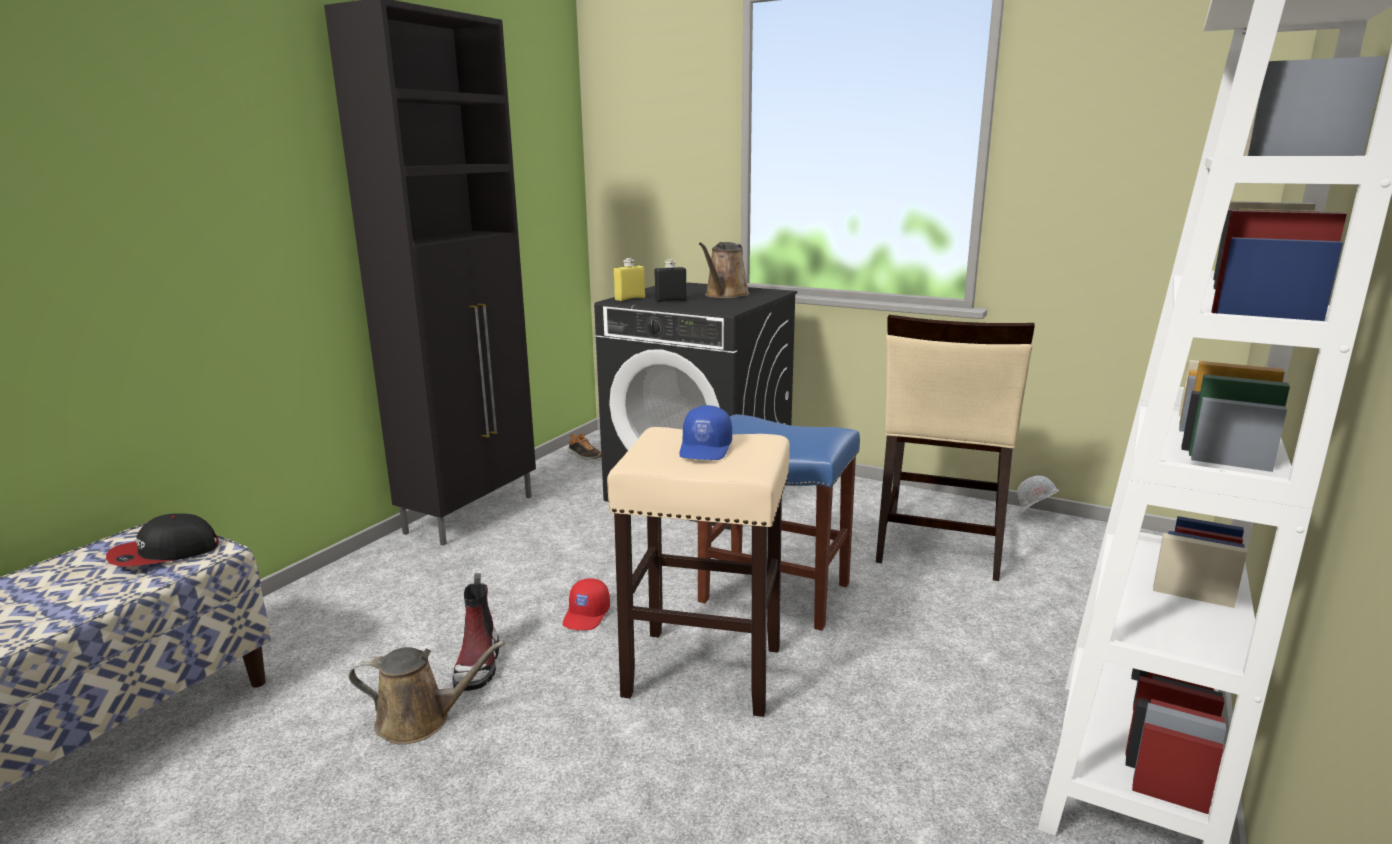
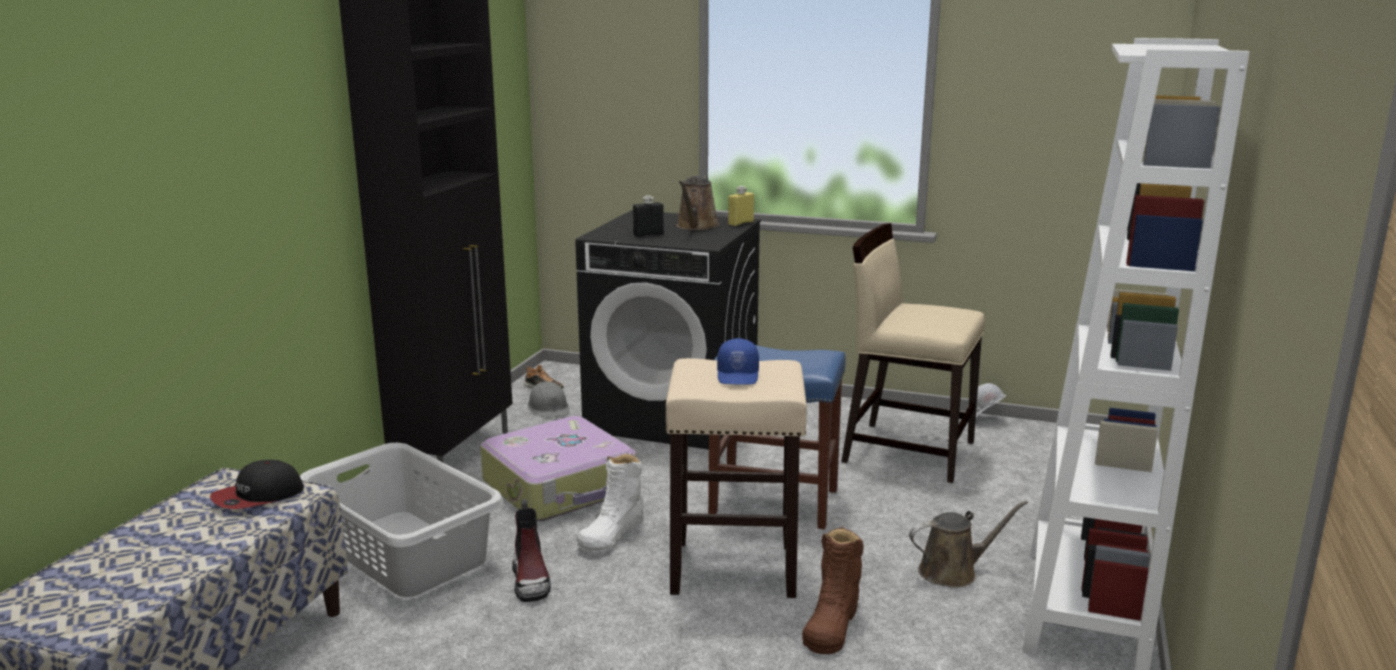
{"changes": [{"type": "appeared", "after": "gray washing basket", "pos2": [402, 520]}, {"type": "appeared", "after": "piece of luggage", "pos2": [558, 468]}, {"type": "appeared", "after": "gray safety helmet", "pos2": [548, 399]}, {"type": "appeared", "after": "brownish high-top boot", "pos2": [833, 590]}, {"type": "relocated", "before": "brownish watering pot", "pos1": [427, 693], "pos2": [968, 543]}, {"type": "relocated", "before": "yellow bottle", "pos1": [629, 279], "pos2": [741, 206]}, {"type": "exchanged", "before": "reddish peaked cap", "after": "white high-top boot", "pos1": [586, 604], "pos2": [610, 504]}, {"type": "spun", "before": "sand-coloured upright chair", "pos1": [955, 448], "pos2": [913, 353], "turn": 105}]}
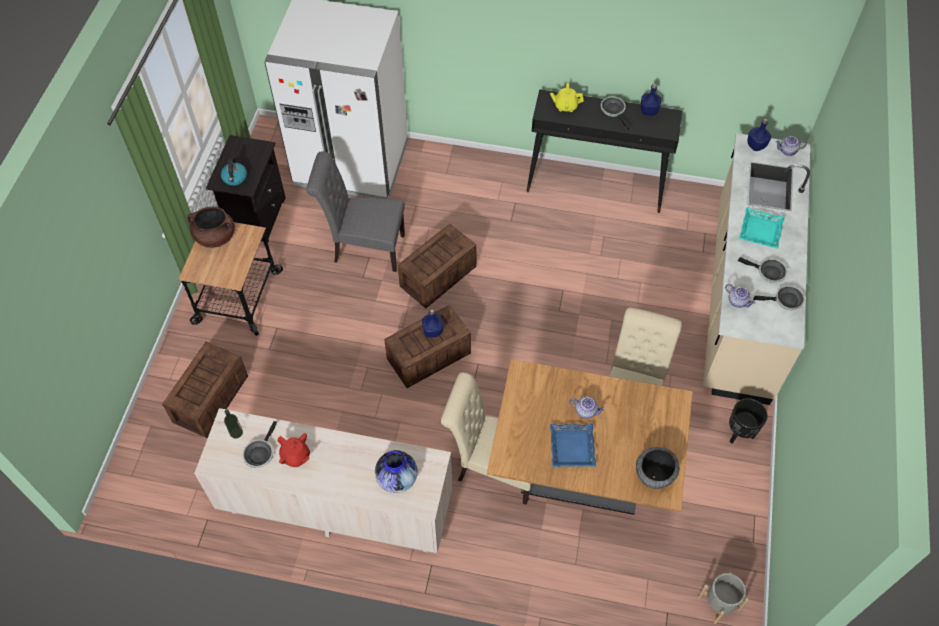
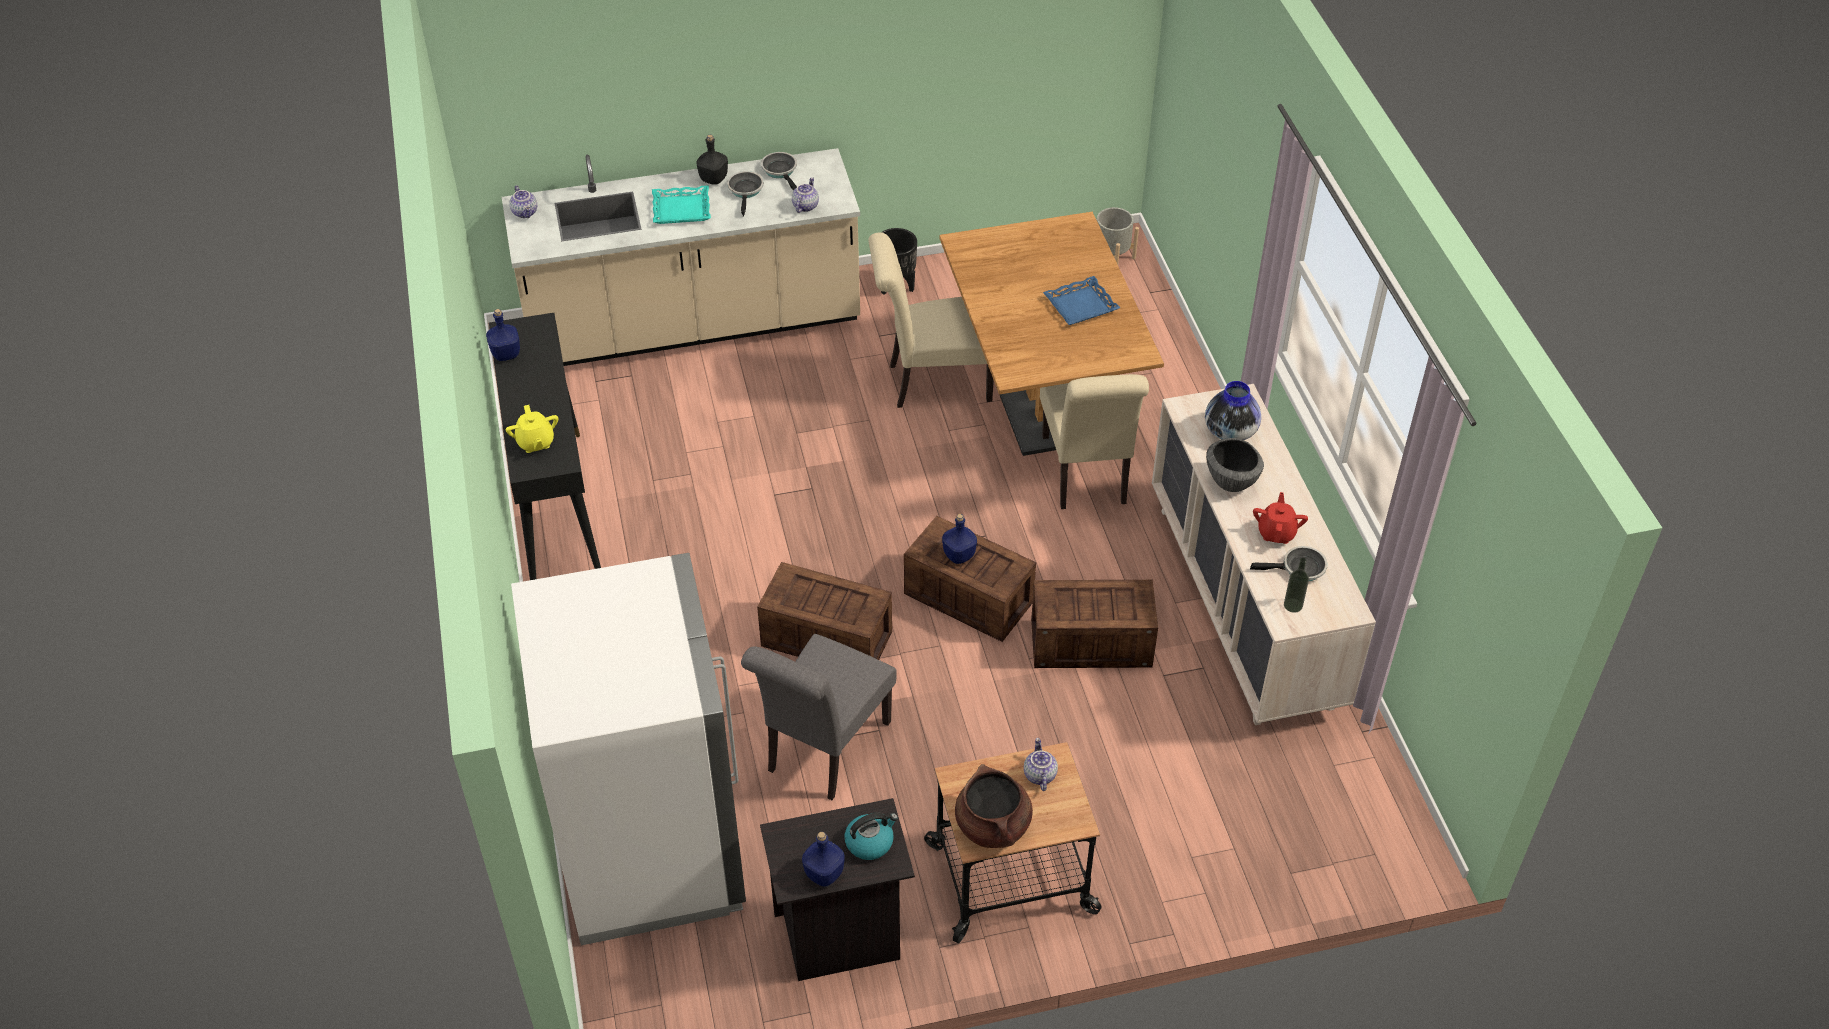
{"changes": [{"type": "missing", "before": "frying pan", "pos1": [615, 113]}, {"type": "appeared", "after": "black bottle", "pos2": [712, 160]}, {"type": "relocated", "before": "packing crate", "pos1": [205, 390], "pos2": [1094, 624]}, {"type": "relocated", "before": "tea pot", "pos1": [587, 407], "pos2": [1041, 764]}, {"type": "relocated", "before": "serving bowl", "pos1": [657, 468], "pos2": [1235, 465]}, {"type": "relocated", "before": "blue-coloured bottle", "pos1": [759, 135], "pos2": [823, 859]}, {"type": "spun", "before": "gray upright chair", "pos1": [355, 211], "pos2": [819, 717], "turn": 45}]}
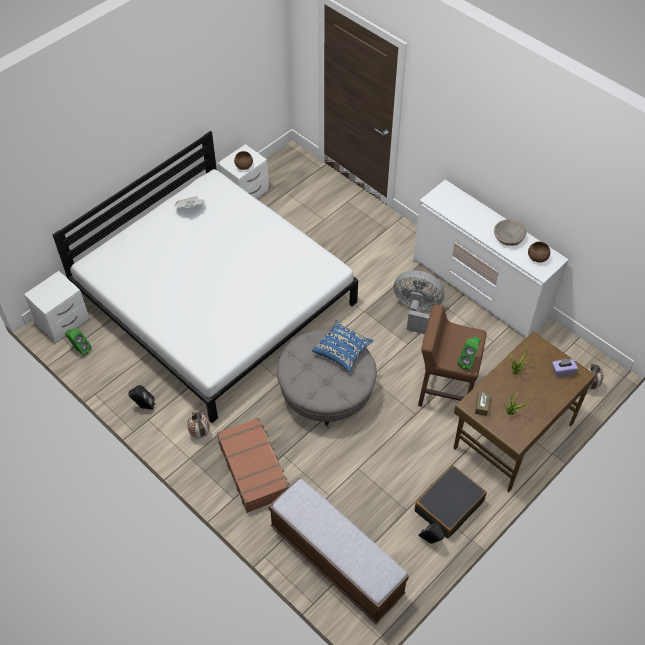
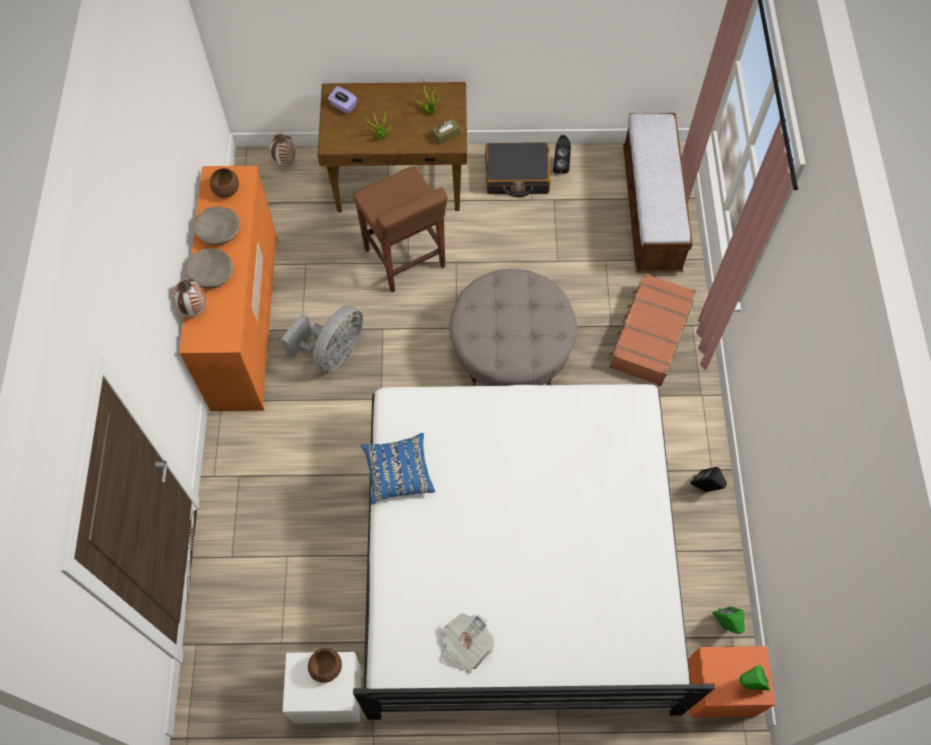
{"changes": [{"type": "appeared", "after": "sand-coloured serving bowl", "pos2": [209, 268]}, {"type": "relocated", "before": "vase", "pos1": [198, 425], "pos2": [190, 297]}, {"type": "relocated", "before": "blue-coloured cushion", "pos1": [343, 346], "pos2": [398, 469]}, {"type": "relocated", "before": "green audio speaker", "pos1": [469, 354], "pos2": [754, 678]}, {"type": "colour", "before": "white bedside table", "after": "orange-coloured bedside table", "pos1": [56, 306], "pos2": [731, 682]}, {"type": "colour", "before": "white dresser", "after": "orange-coloured dresser", "pos1": [491, 258], "pos2": [228, 288]}, {"type": "spun", "before": "gray cooling fan", "pos1": [419, 302], "pos2": [322, 339], "turn": -120}]}
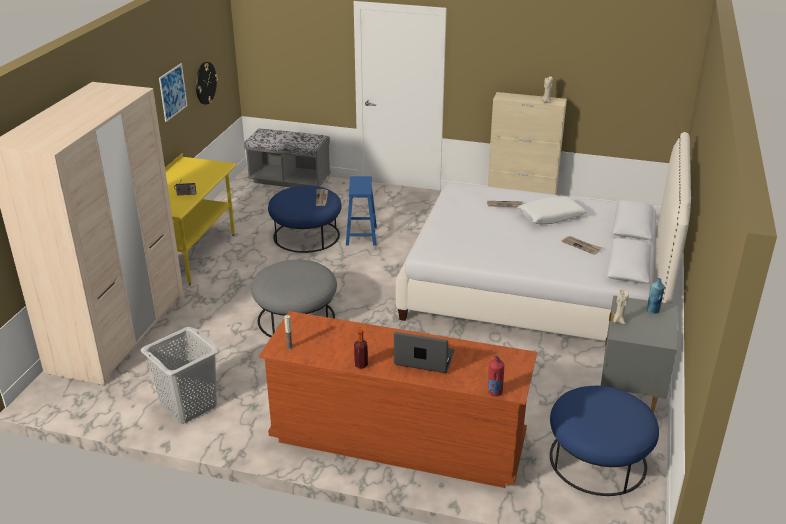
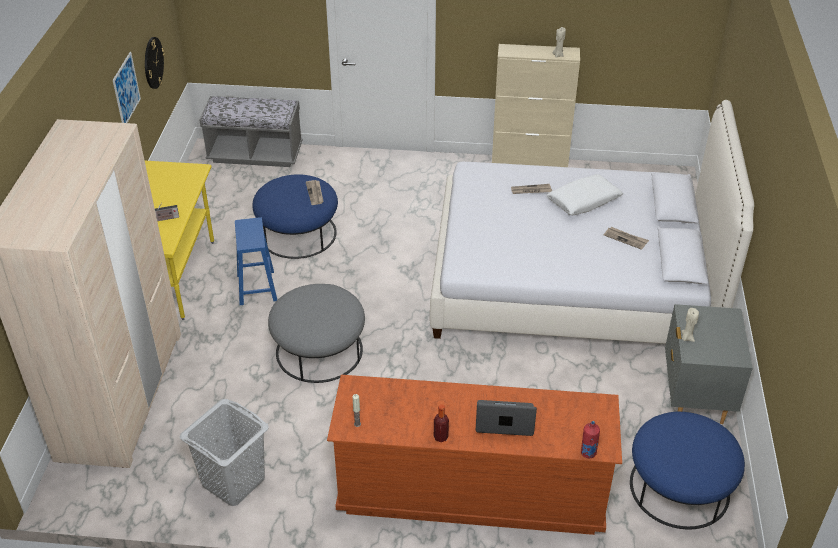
{"changes": [{"type": "missing", "before": "blue-coloured bottle", "pos1": [656, 296]}, {"type": "relocated", "before": "blue-coloured sitting stool", "pos1": [361, 211], "pos2": [256, 261]}]}
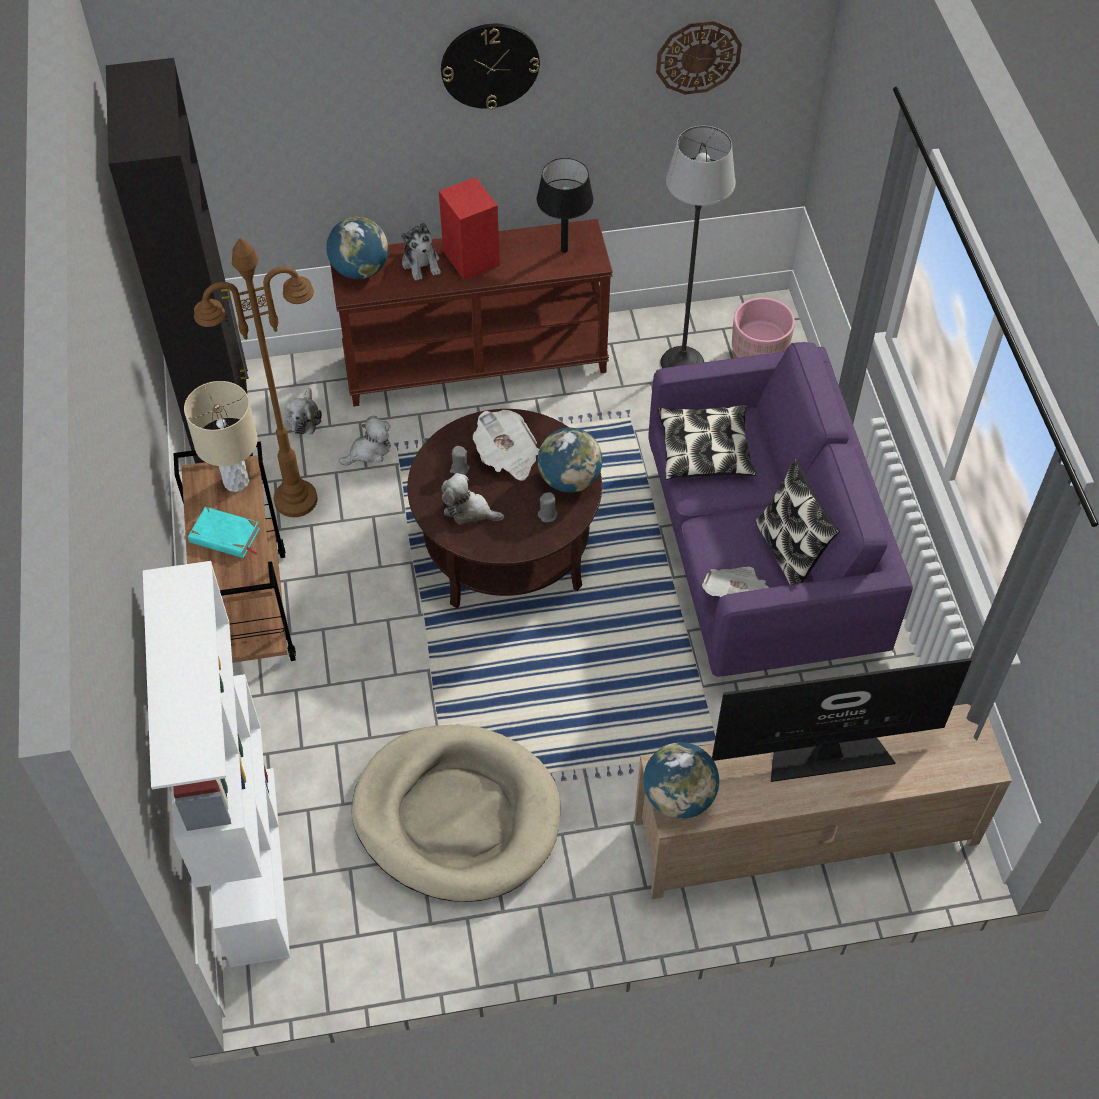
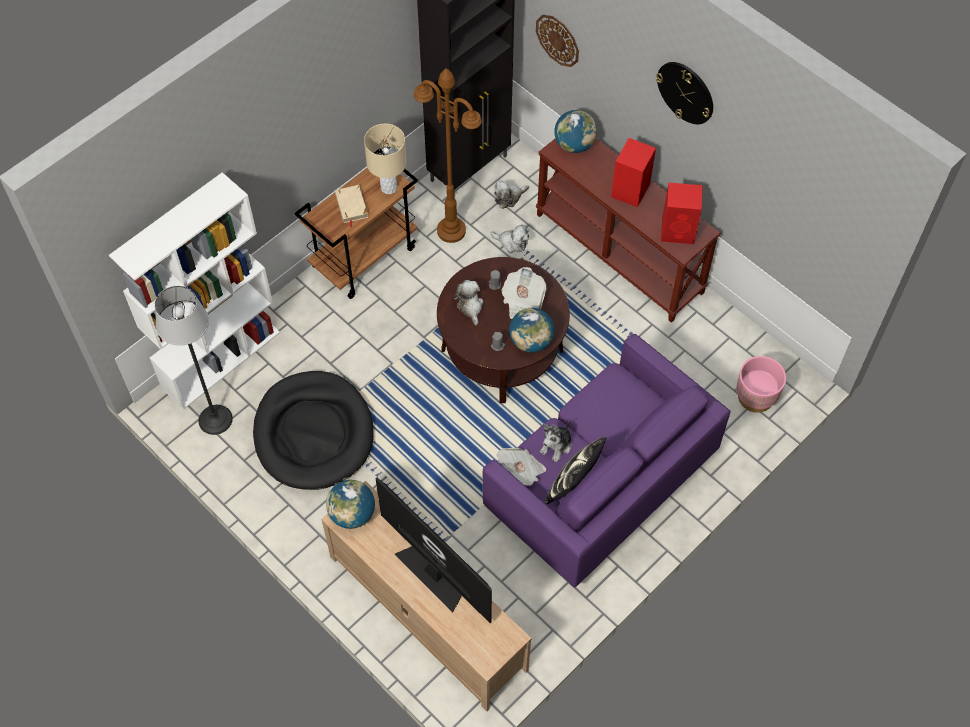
{"changes": [{"type": "missing", "before": "cushion", "pos1": [707, 442]}, {"type": "relocated", "before": "cuddly toy", "pos1": [421, 251], "pos2": [556, 441]}, {"type": "relocated", "before": "wall clock", "pos1": [699, 57], "pos2": [557, 41]}, {"type": "relocated", "before": "standing lamp", "pos1": [698, 247], "pos2": [194, 360]}, {"type": "exchanged", "before": "black tabletop lamp", "after": "reddish audio speaker", "pos1": [565, 205], "pos2": [682, 213]}, {"type": "colour", "before": "turquoise-coloured book", "after": "sand-coloured book", "pos1": [224, 532], "pos2": [351, 206]}, {"type": "colour", "before": "sand-coloured pet bed", "after": "black pet bed", "pos1": [456, 813], "pos2": [313, 430]}]}
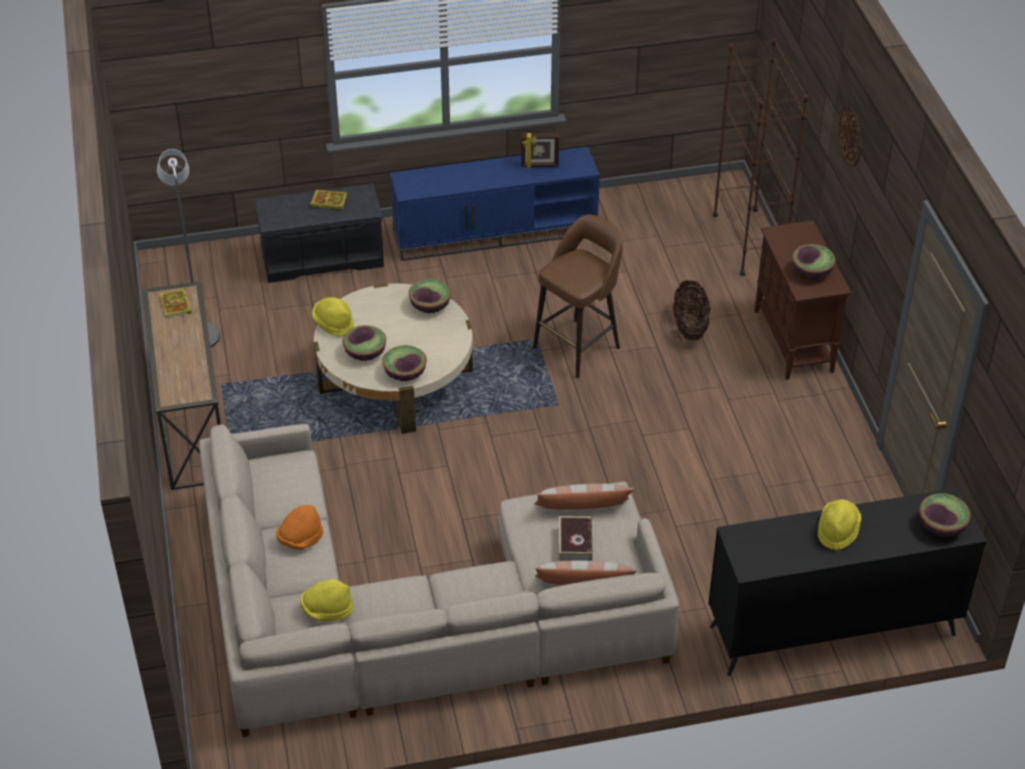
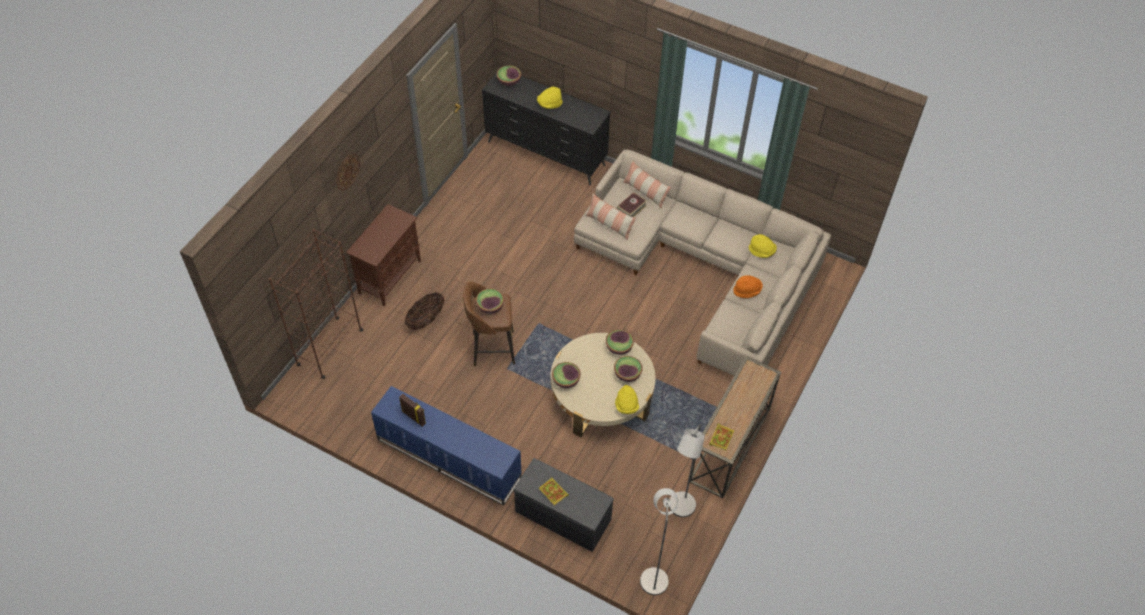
{"changes": [{"type": "appeared", "after": "gray standing lamp", "pos2": [659, 541]}, {"type": "relocated", "before": "serving bowl", "pos1": [814, 261], "pos2": [490, 301]}]}
